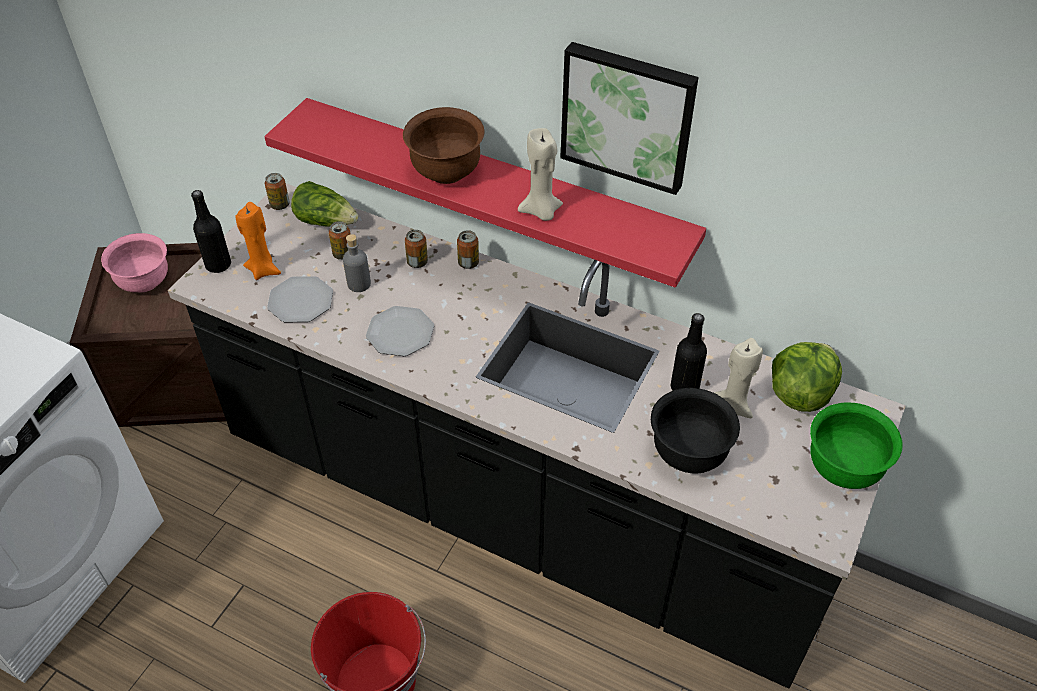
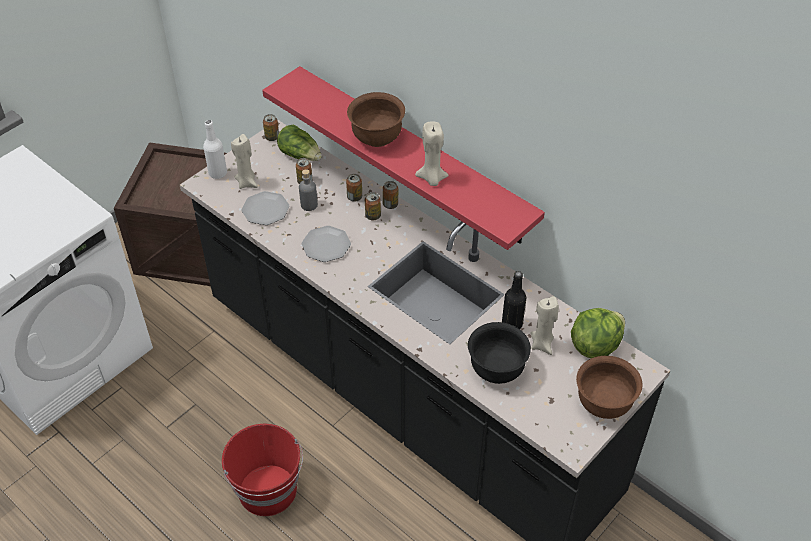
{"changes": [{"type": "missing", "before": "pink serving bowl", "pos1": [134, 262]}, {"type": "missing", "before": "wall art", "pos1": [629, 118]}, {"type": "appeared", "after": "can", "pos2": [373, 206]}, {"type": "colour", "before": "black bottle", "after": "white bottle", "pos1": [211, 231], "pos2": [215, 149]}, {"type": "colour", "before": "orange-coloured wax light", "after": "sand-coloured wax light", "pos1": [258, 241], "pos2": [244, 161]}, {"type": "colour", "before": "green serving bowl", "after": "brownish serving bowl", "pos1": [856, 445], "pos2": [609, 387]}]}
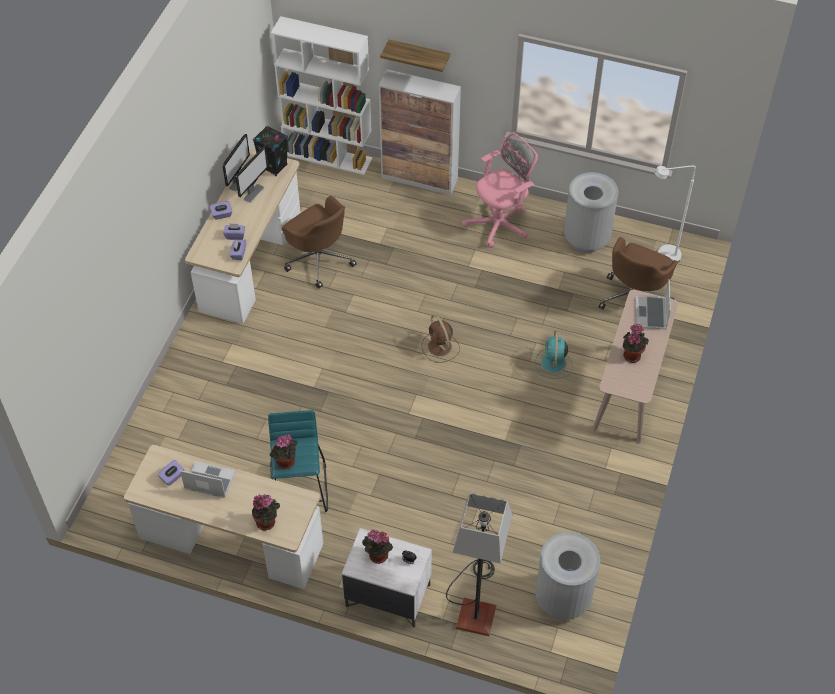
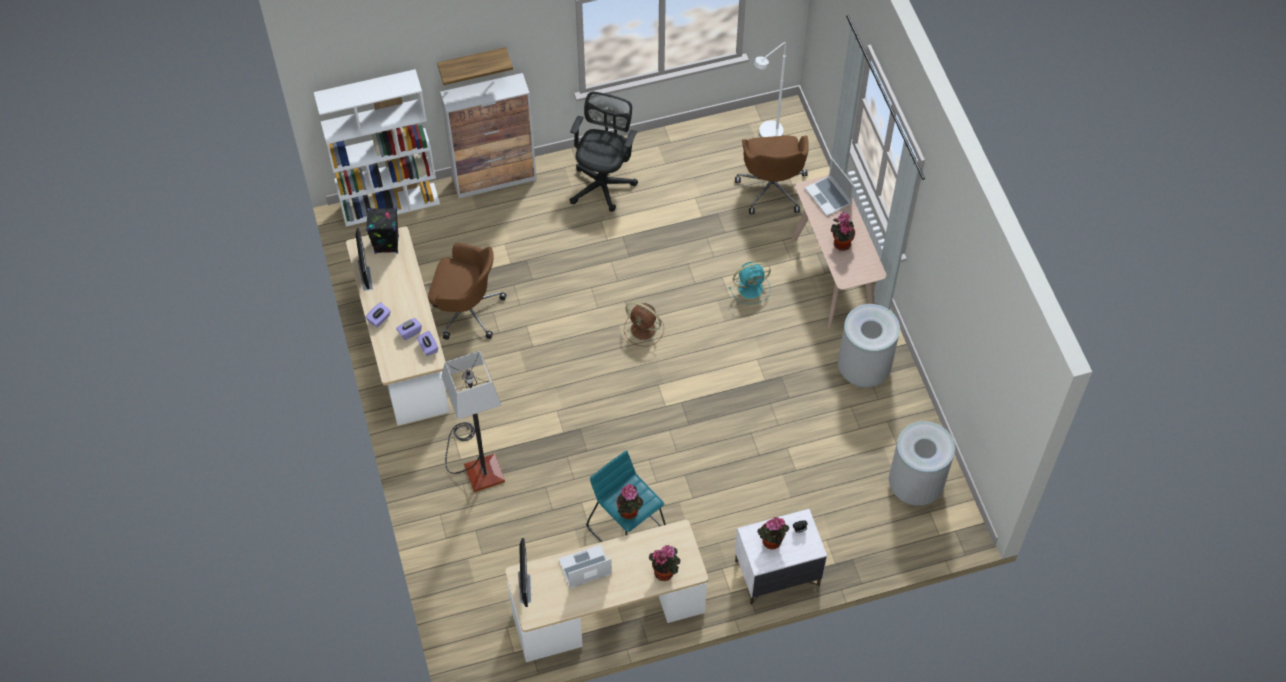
{"changes": [{"type": "missing", "before": "purple-coloured box of tissues", "pos1": [171, 473]}, {"type": "relocated", "before": "computer screen", "pos1": [251, 174], "pos2": [525, 572]}, {"type": "relocated", "before": "standing lamp", "pos1": [479, 564], "pos2": [473, 421]}, {"type": "relocated", "before": "gray waste bin", "pos1": [591, 212], "pos2": [869, 346]}, {"type": "colour", "before": "pink desk chair", "after": "black desk chair", "pos1": [500, 190], "pos2": [603, 152]}, {"type": "spun", "before": "turquoise-coloured cooling fan", "pos1": [553, 354], "pos2": [750, 283], "turn": -75}]}
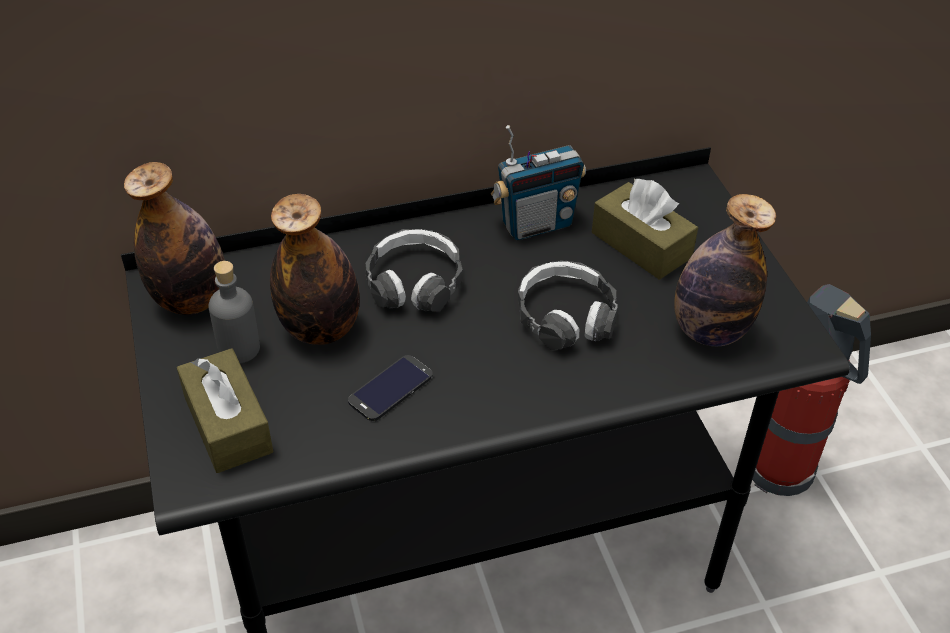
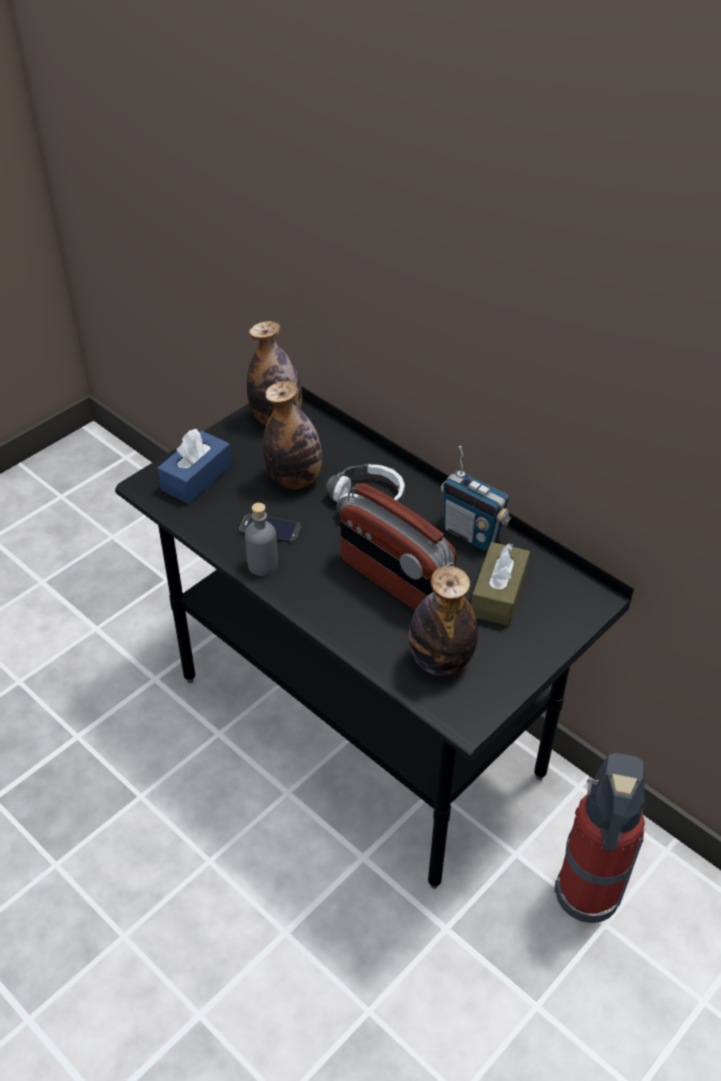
{"changes": [{"type": "relocated", "before": "gray bottle", "pos1": [234, 312], "pos2": [261, 539]}, {"type": "exchanged", "before": "pair of headphones", "after": "radio receiver", "pos1": [568, 305], "pos2": [398, 546]}, {"type": "colour", "before": "brownish box of tissues", "after": "blue-coloured box of tissues", "pos1": [225, 410], "pos2": [194, 466]}]}
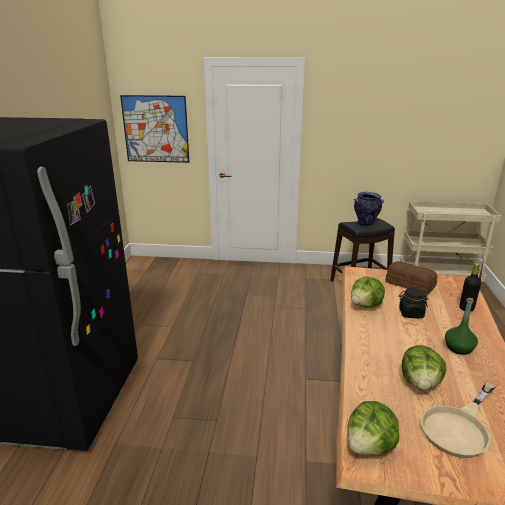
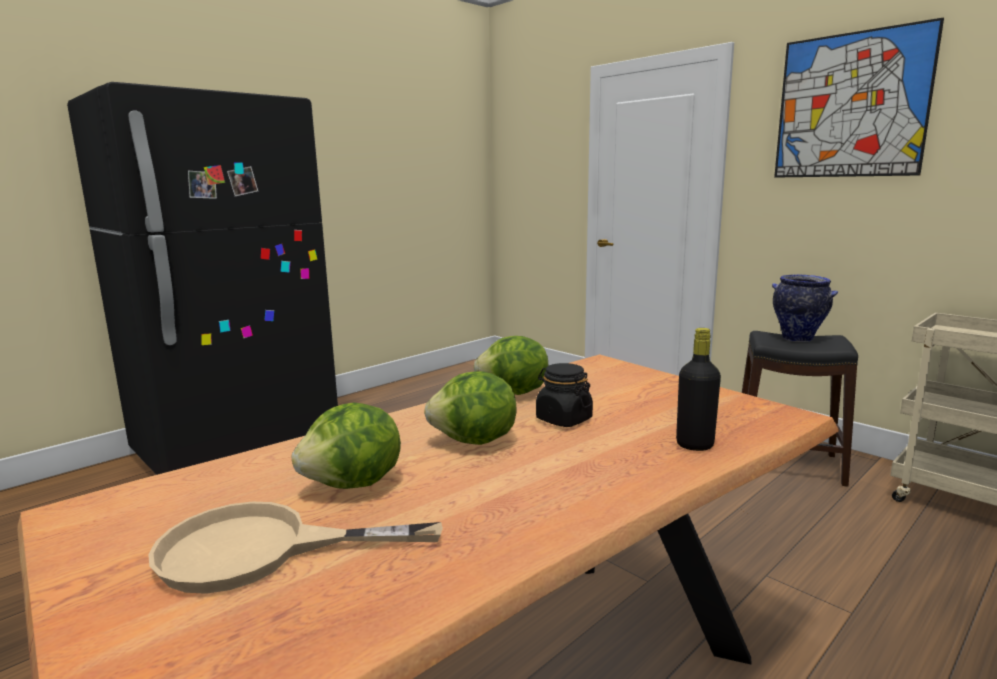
{"changes": [{"type": "missing", "before": "bakery bread", "pos1": [412, 277]}, {"type": "missing", "before": "green bottle", "pos1": [461, 326]}, {"type": "relocated", "before": "wall art", "pos1": [154, 129], "pos2": [859, 97]}, {"type": "relocated", "before": "lettuce", "pos1": [373, 428], "pos2": [470, 408]}]}
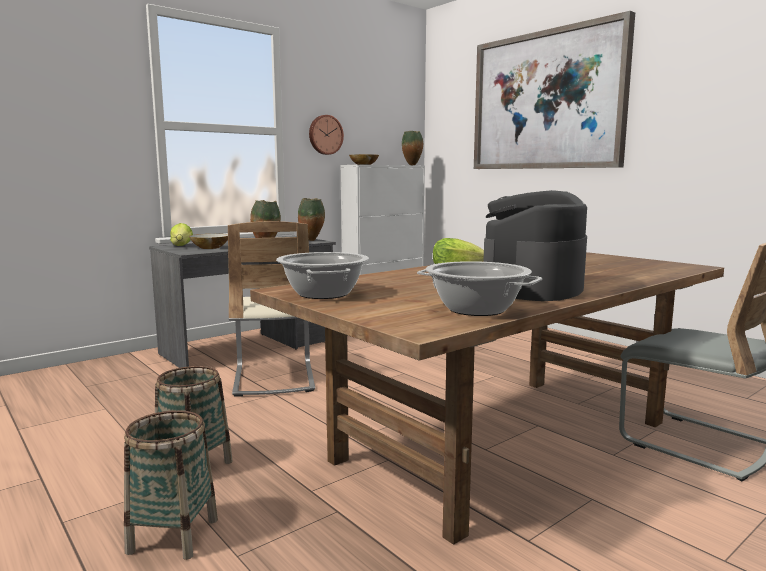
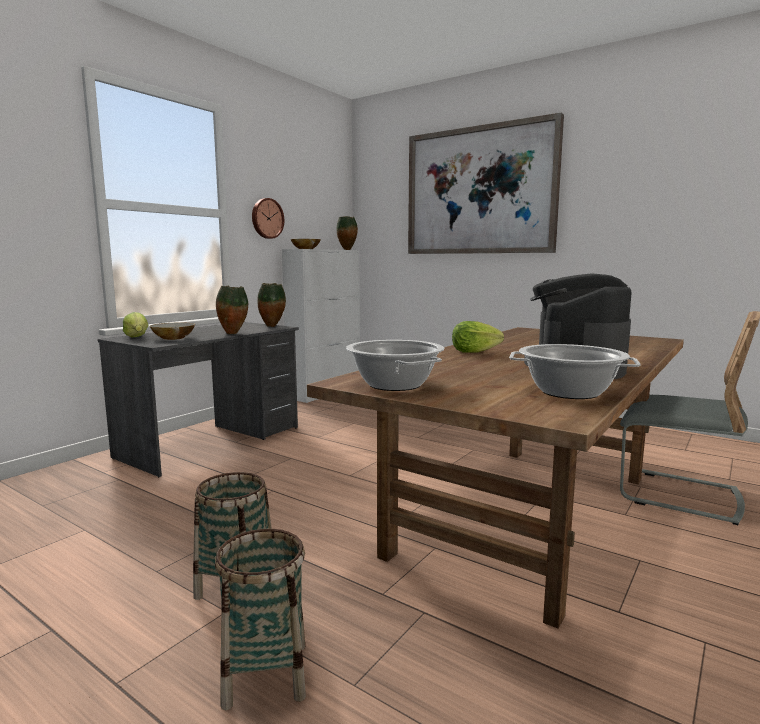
{"changes": [{"type": "missing", "before": "sand-coloured upright chair", "pos1": [271, 309]}]}
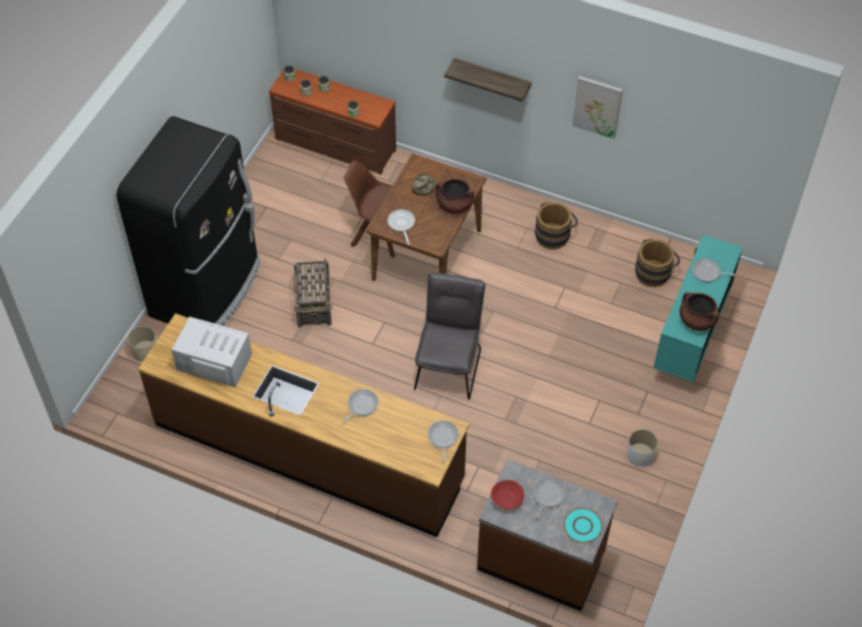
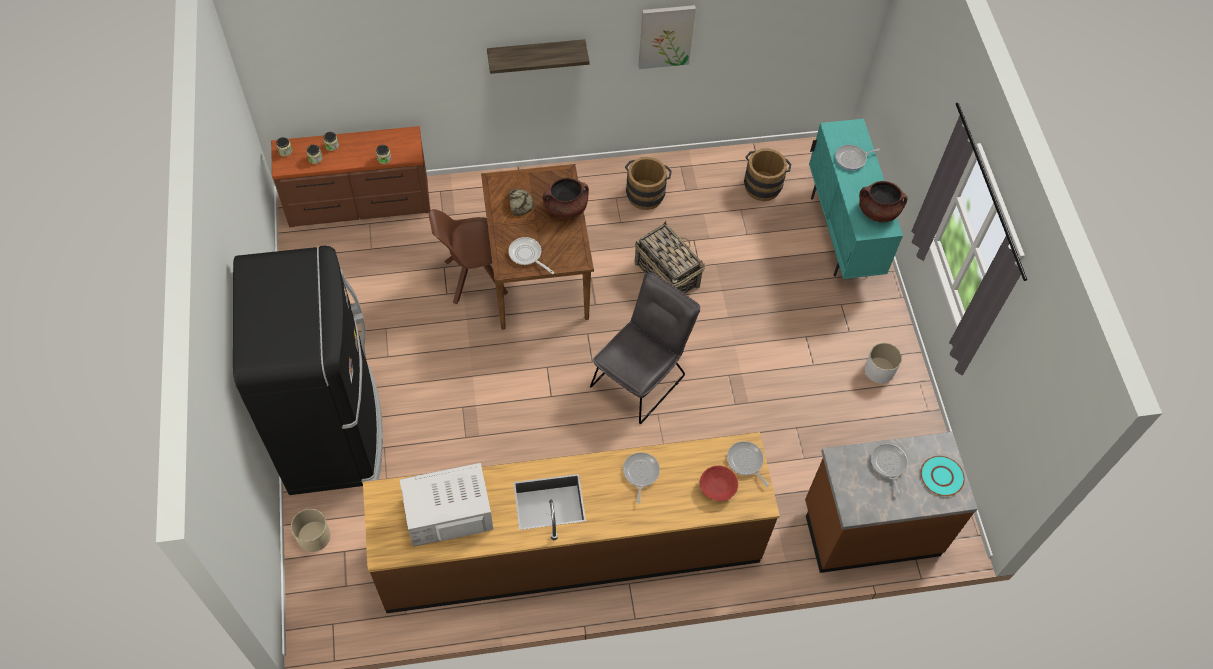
{"changes": [{"type": "relocated", "before": "basket", "pos1": [313, 292], "pos2": [669, 257]}, {"type": "relocated", "before": "reddish serving bowl", "pos1": [507, 495], "pos2": [719, 483]}, {"type": "spun", "before": "gray upright chair", "pos1": [450, 336], "pos2": [645, 348], "turn": 60}]}
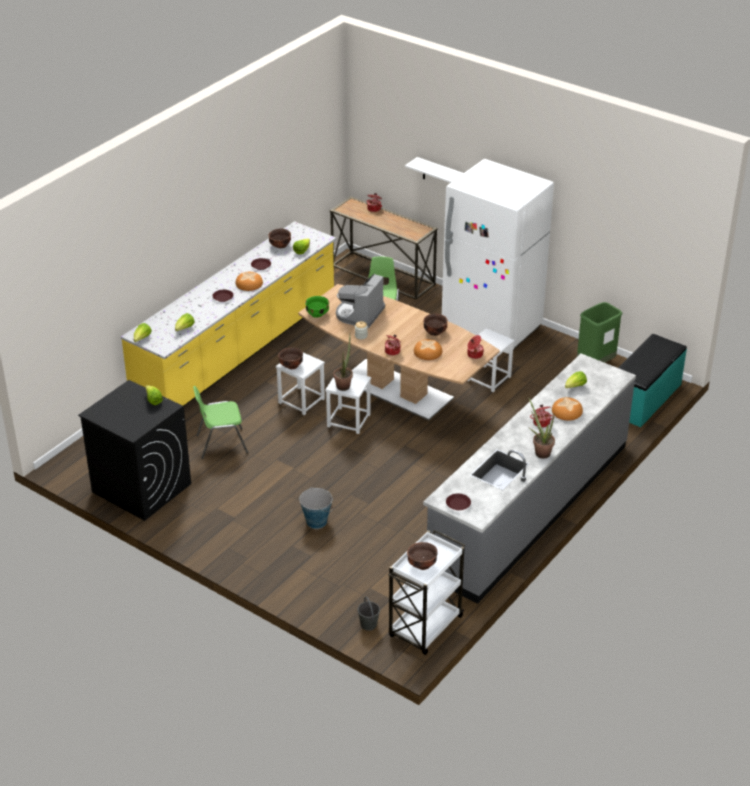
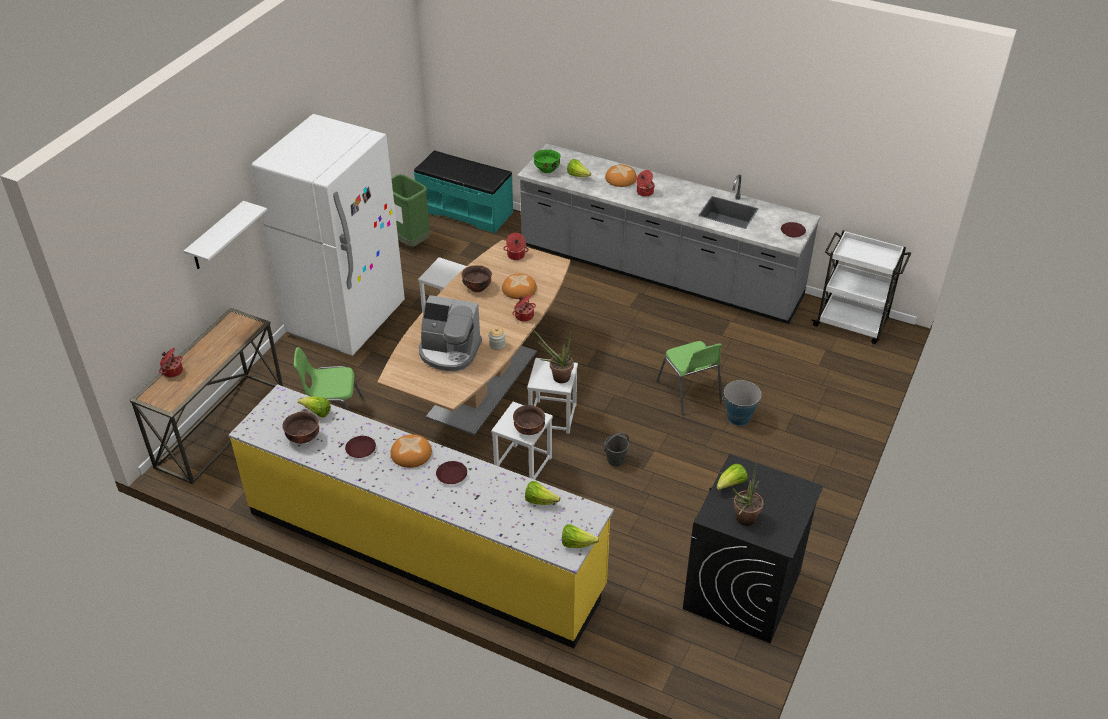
{"changes": [{"type": "missing", "before": "brownish serving bowl", "pos1": [422, 556]}, {"type": "relocated", "before": "green upright chair", "pos1": [221, 422], "pos2": [689, 378]}, {"type": "relocated", "before": "green serving bowl", "pos1": [317, 307], "pos2": [547, 161]}, {"type": "relocated", "before": "gray pail", "pos1": [368, 613], "pos2": [616, 449]}, {"type": "relocated", "before": "houseplant", "pos1": [541, 428], "pos2": [748, 493]}]}
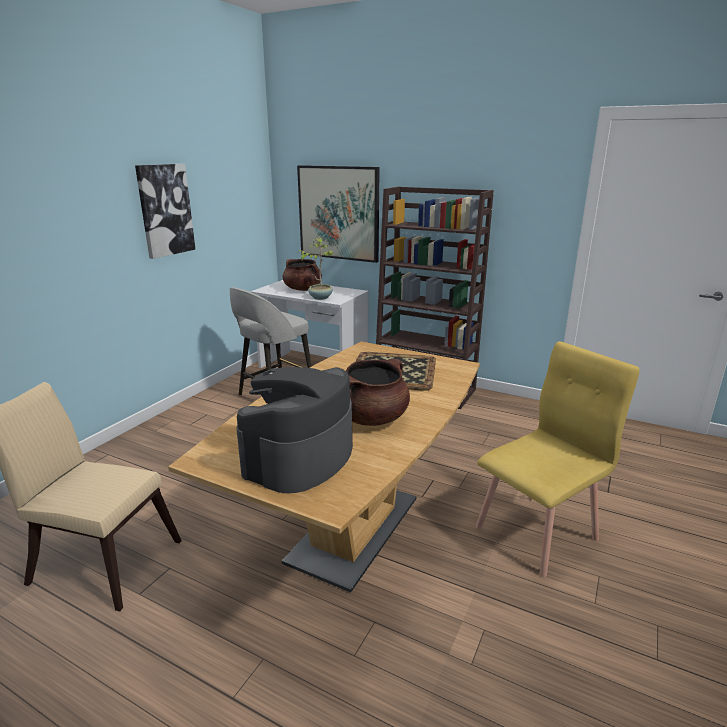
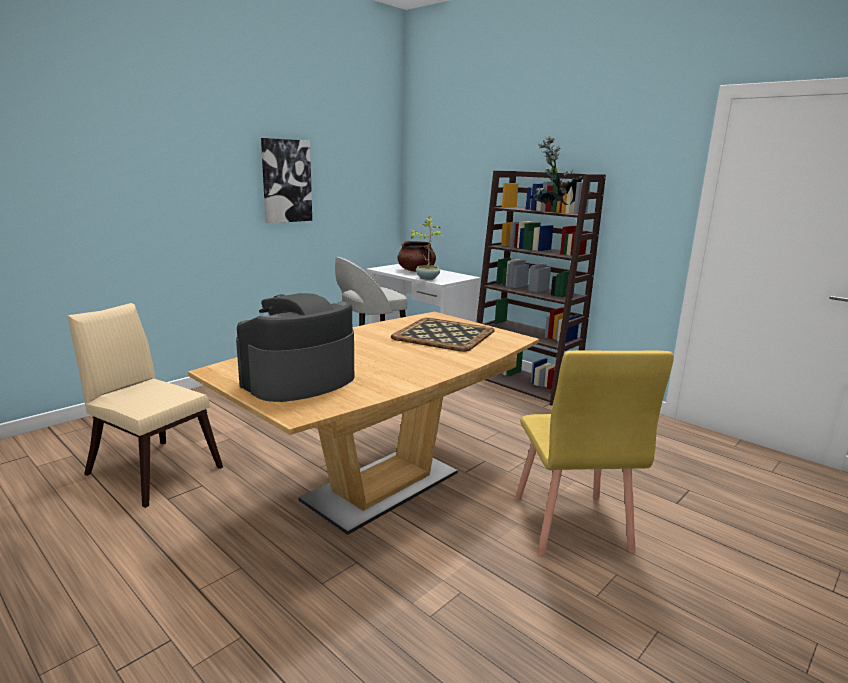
{"changes": [{"type": "missing", "before": "wall art", "pos1": [338, 214]}, {"type": "missing", "before": "brownish cooking pot", "pos1": [378, 392]}, {"type": "appeared", "after": "houseplant", "pos2": [555, 171]}, {"type": "spun", "before": "yellow upright chair", "pos1": [558, 459], "pos2": [594, 453], "turn": 105}]}
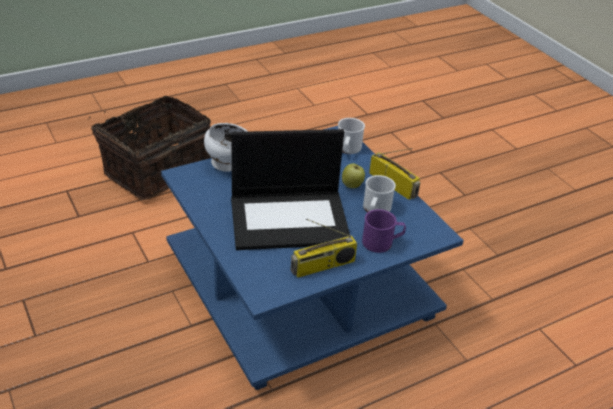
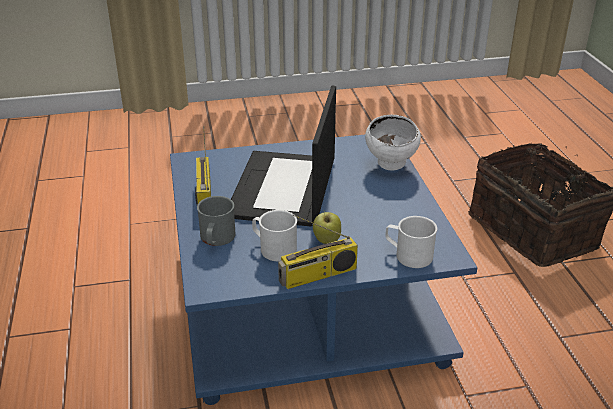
{"changes": [{"type": "colour", "before": "purple-coloured tea mug", "after": "gray tea mug", "pos1": [384, 231], "pos2": [216, 221]}]}
